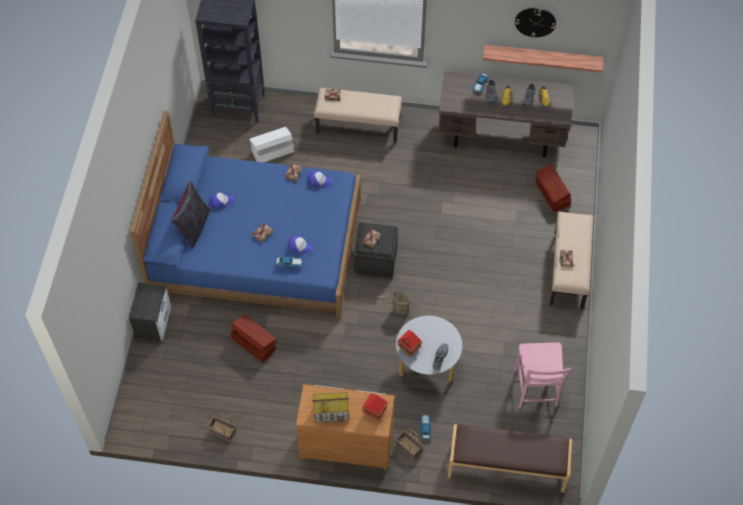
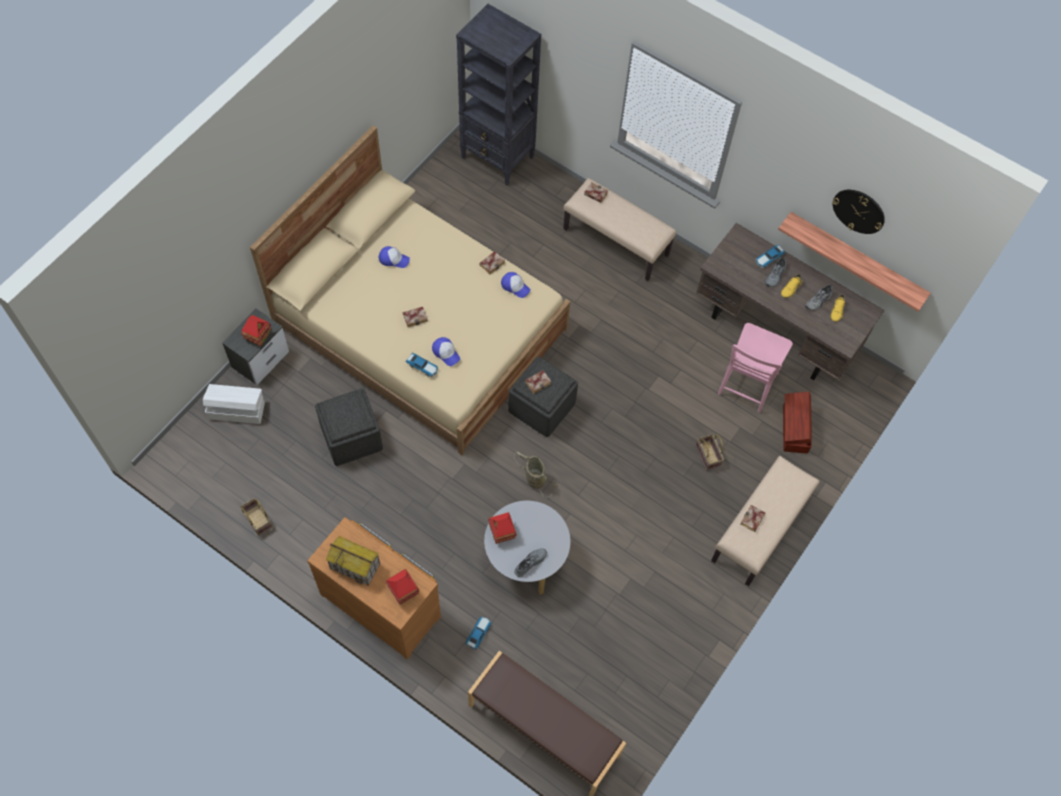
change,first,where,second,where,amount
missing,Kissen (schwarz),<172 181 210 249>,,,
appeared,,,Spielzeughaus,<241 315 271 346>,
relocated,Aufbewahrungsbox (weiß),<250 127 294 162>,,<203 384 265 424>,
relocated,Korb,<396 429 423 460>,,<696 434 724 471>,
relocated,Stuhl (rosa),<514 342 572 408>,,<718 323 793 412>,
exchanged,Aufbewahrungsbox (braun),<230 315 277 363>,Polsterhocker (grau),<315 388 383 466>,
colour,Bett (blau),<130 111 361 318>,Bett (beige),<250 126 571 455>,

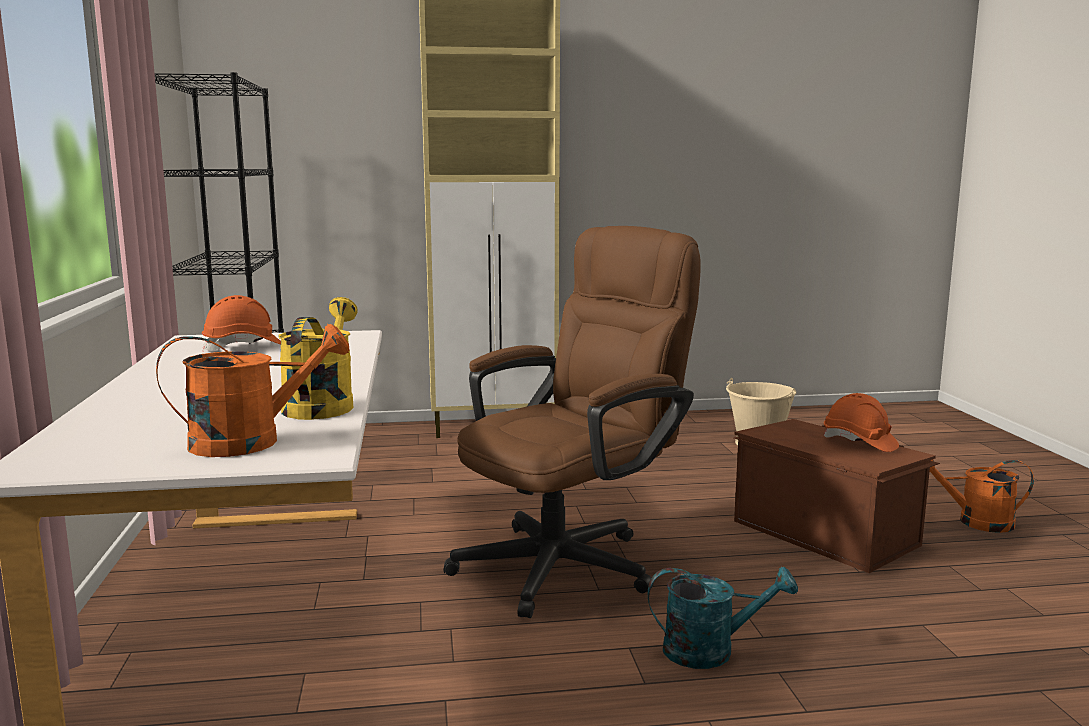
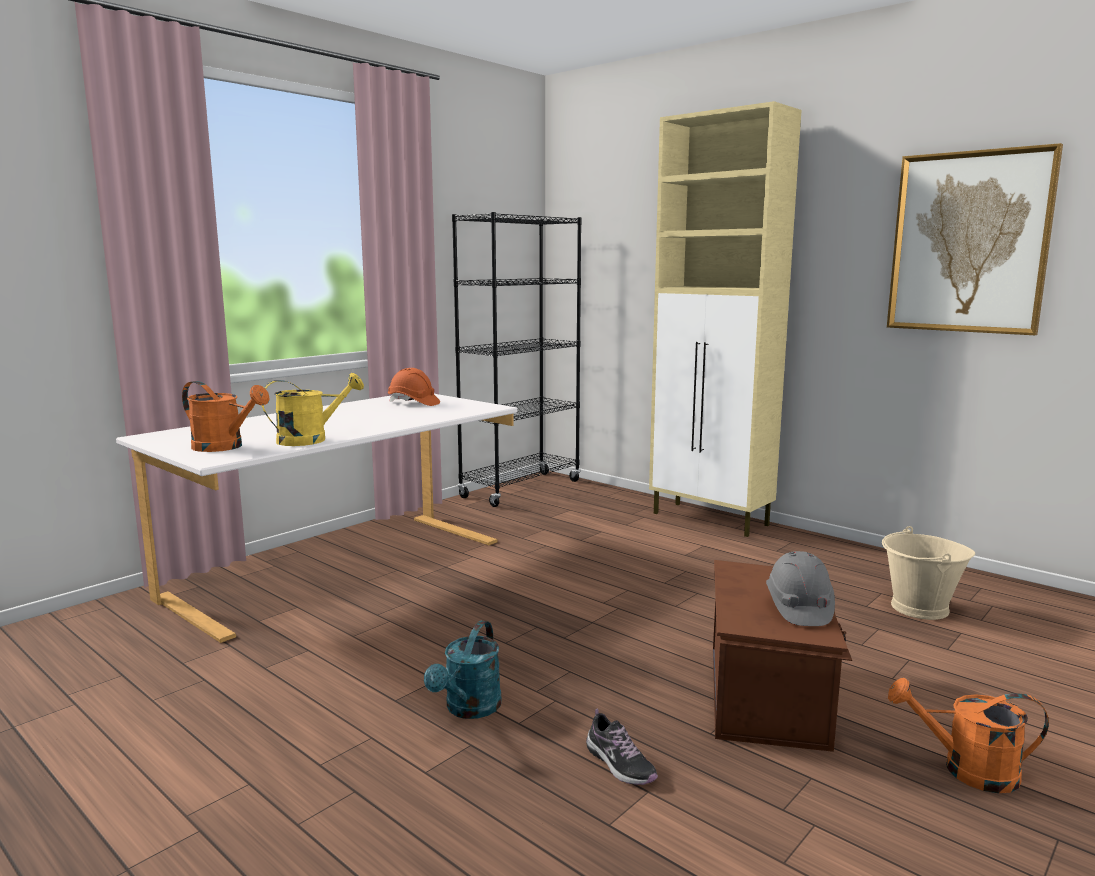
change,first,where,second,where,amount
missing,Bürostuhl (braun),<444 226 701 618>,,,
appeared,,,Schuh,<586 708 658 785>,
appeared,,,Bild,<887 143 1063 335>,
colour,Schutzhelm (orange),<823 393 899 452>,Schutzhelm (grau),<766 551 835 626>,
spun,Gießkanne (türkis),<648 566 798 669>,,<424 621 501 719>,60 degrees clockwise
spun,Gießkanne (orange),<929 459 1034 533>,,<888 678 1049 793>,45 degrees counterclockwise

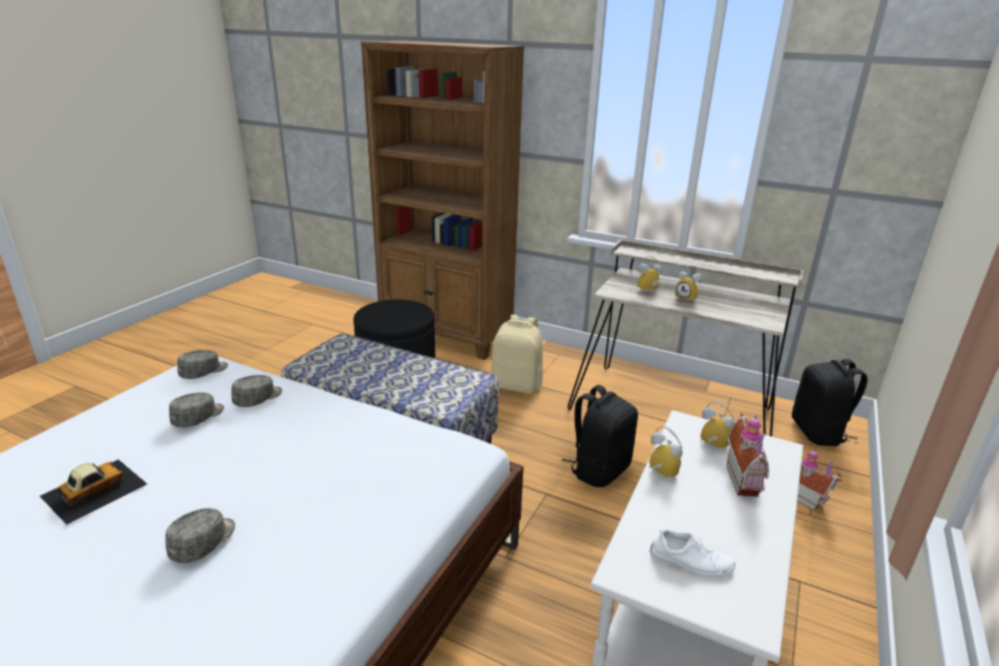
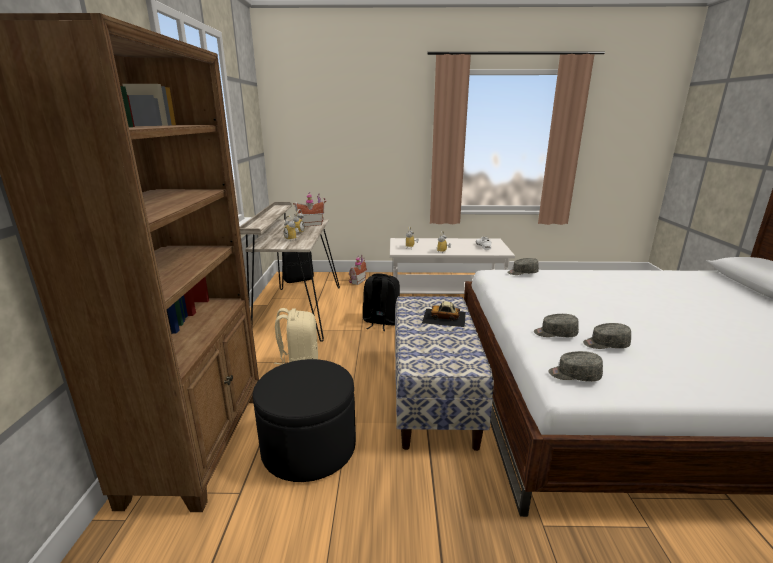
change,first,where,second,where,amount
relocated,Spielzeugauto,<40 459 147 525>,,<422 301 466 327>,
relocated,Kappe (grau),<165 508 235 563>,,<507 258 539 275>,
relocated,Spielzeughaus,<726 413 769 497>,,<293 193 326 227>,

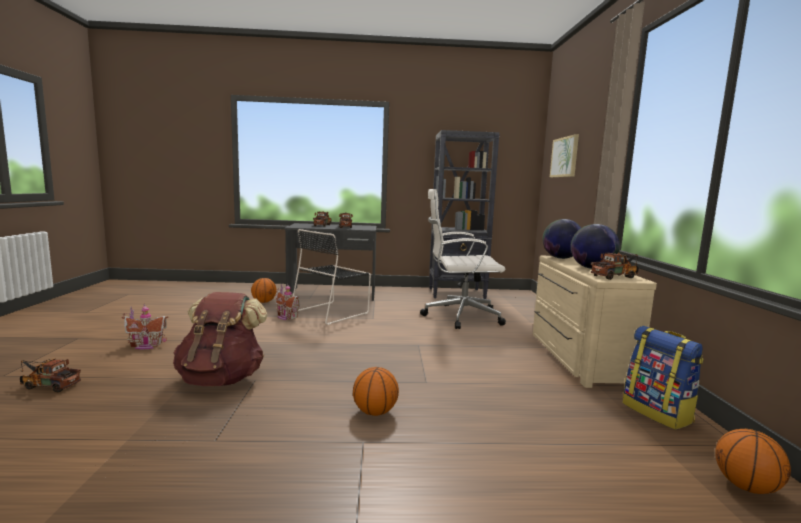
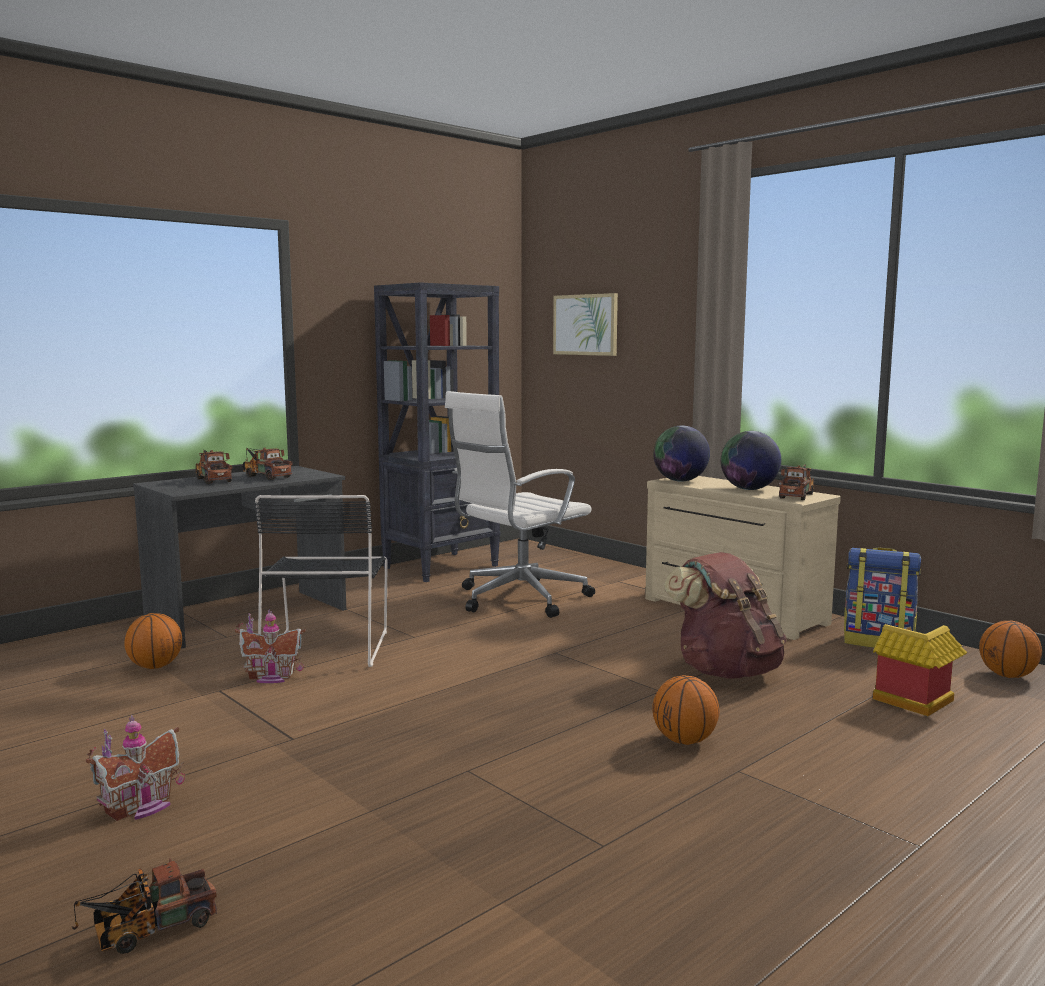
change,first,where,second,where,amount
appeared,,,Spielzeughaus,<873 624 967 716>,
relocated,Rucksack (braun),<173 292 268 386>,,<664 552 787 679>,

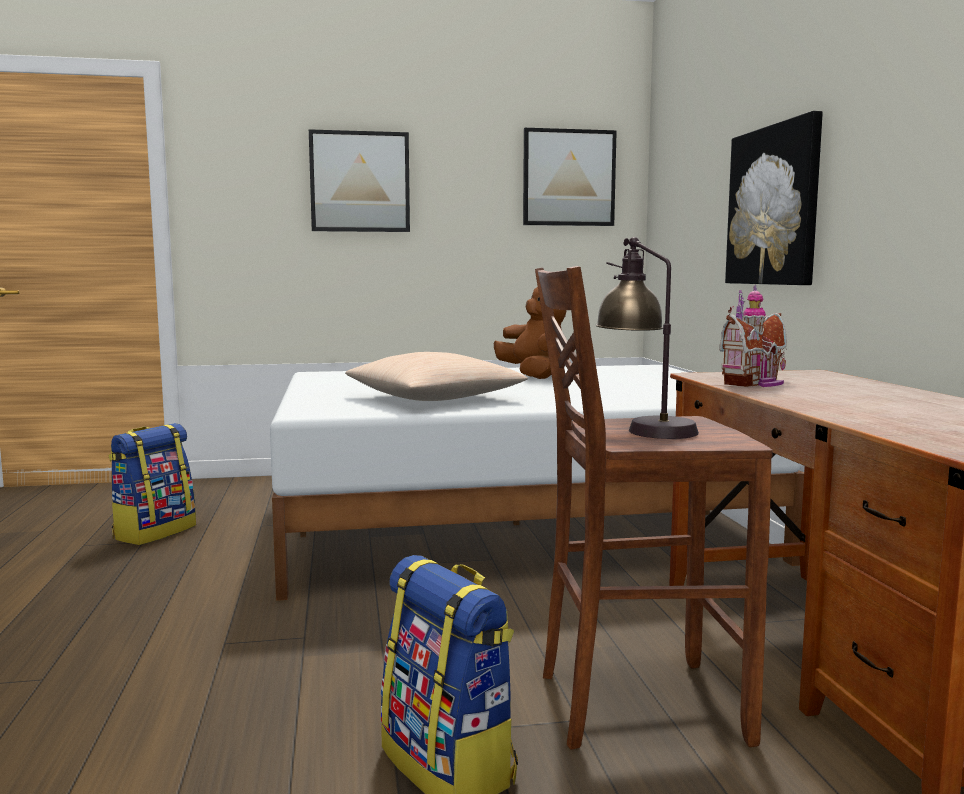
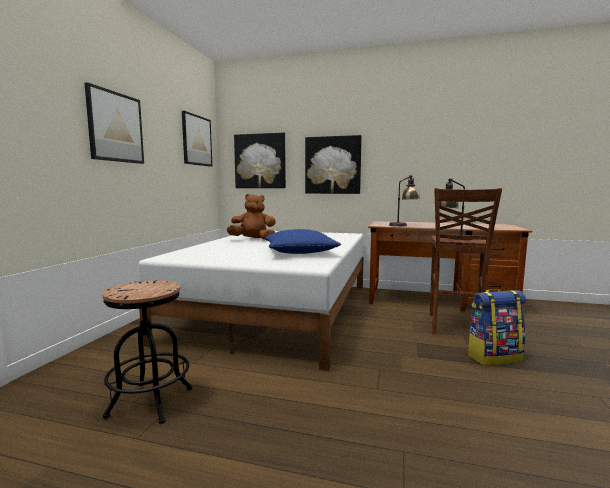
change,first,where,second,where,amount
appeared,,,Bild,<234 133 286 188>,
exchanged,Rucksack,<108 423 196 545>,Hocker (schwarz),<102 280 192 424>,
exchanged,Spielzeughaus,<720 284 787 387>,Tischlampe,<389 175 420 227>,
colour,Kissen (beige),<345 352 528 401>,Kissen (blau),<265 229 341 254>,

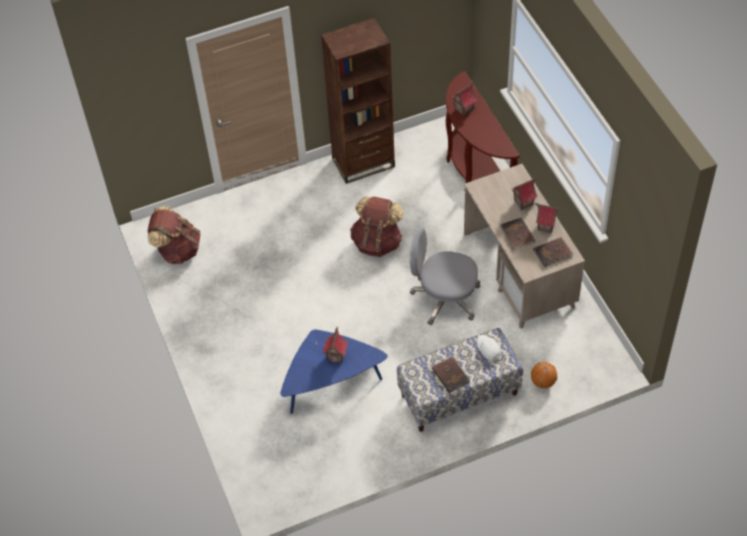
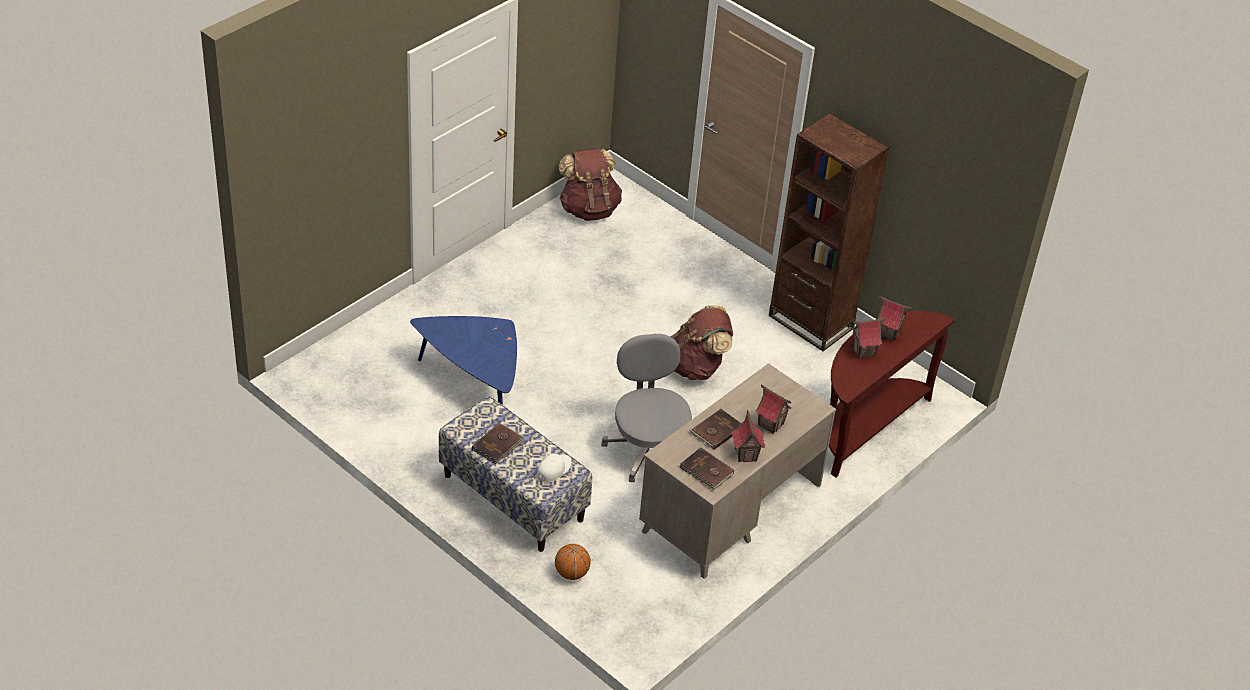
change,first,where,second,where,amount
relocated,Spielzeughaus,<323 327 348 363>,,<851 318 887 359>,

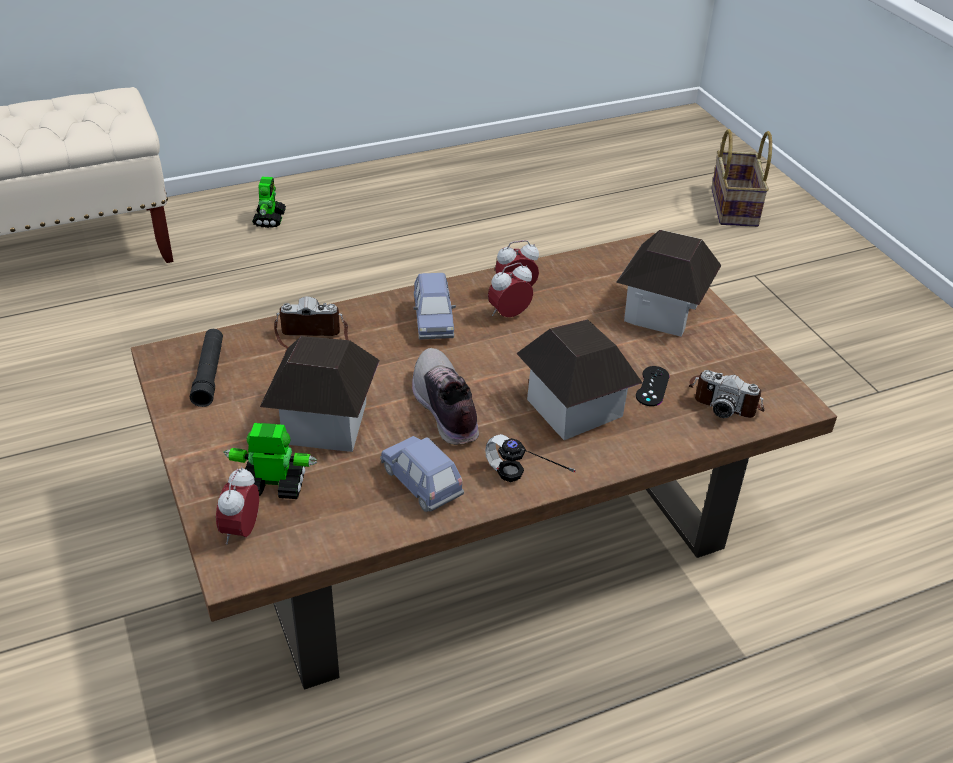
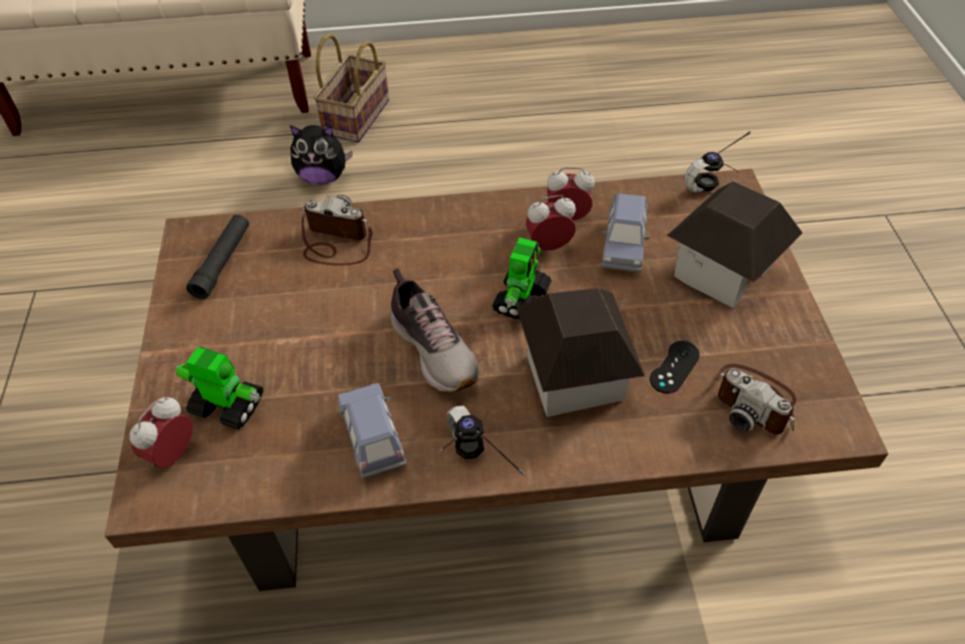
change,first,where,second,where,amount
missing,Spielzeughaus,<260 336 380 452>,,,
appeared,,,Plüschtier,<290 125 353 185>,
appeared,,,Kopfhörer,<685 131 751 193>,
relocated,Spielzeugroboter,<252 177 286 228>,,<492 238 552 319>,
relocated,Spielzeugauto (blau),<413 273 456 340>,,<602 193 649 273>,
relocated,Korb,<711 129 772 227>,,<314 34 389 143>,
spun,Schuh,<412 348 479 445>,,<391 268 479 392>,150 degrees clockwise

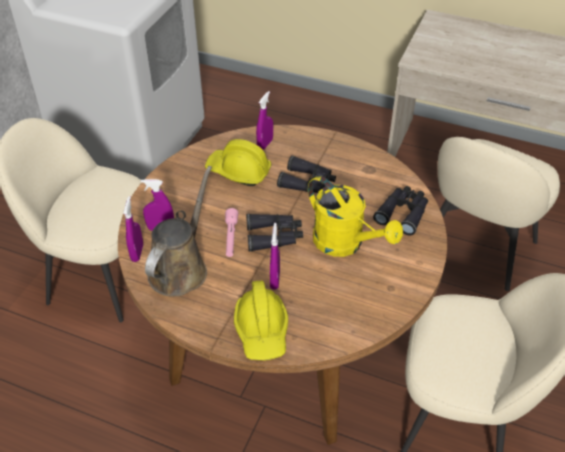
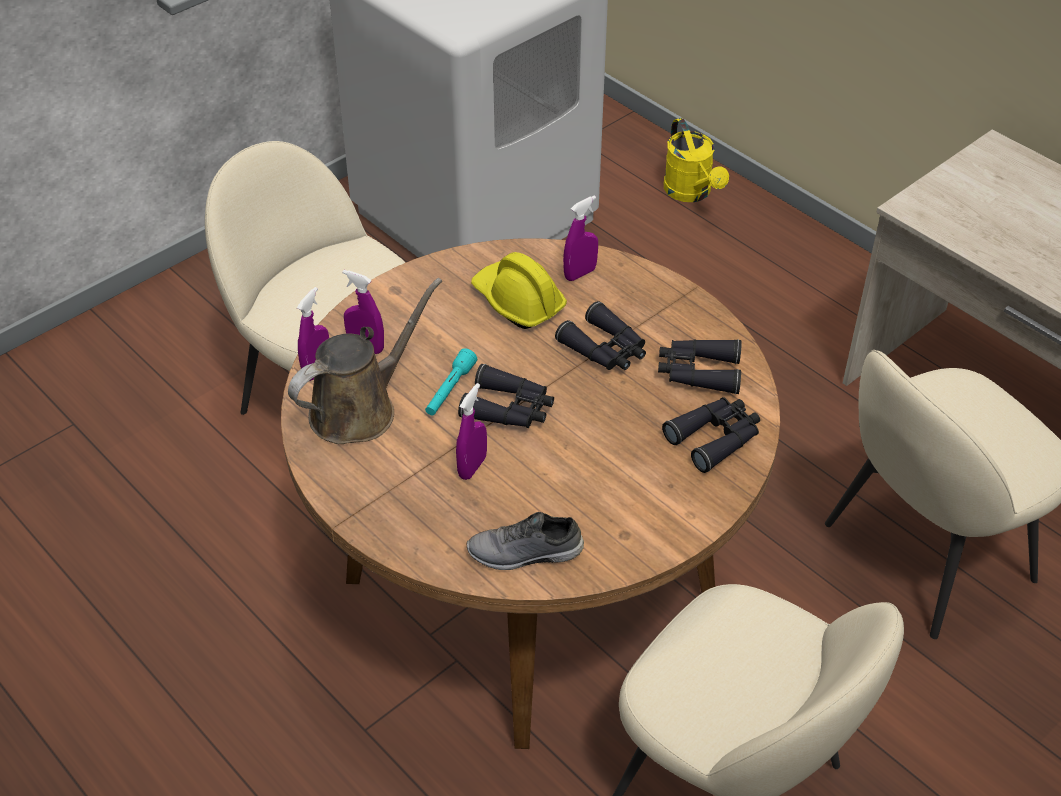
change,first,where,second,where,amount
missing,Schutzhelm (gelb),<234 281 288 361>,,,
appeared,,,Schuh (grau),<467 512 584 570>,
appeared,,,Fernglas (schwarz),<658 339 742 394>,
relocated,Gießkanne (gelb),<308 176 403 257>,,<664 118 729 202>,
colour,Taschenlampe (rosa),<225 208 238 257>,Taschenlampe (türkis),<425 348 477 416>,

